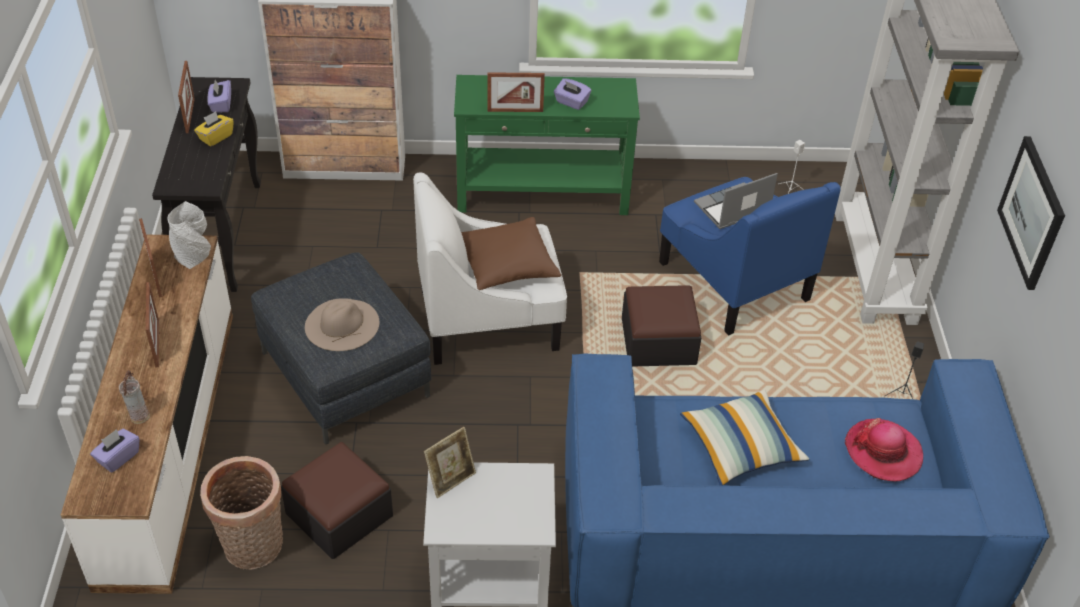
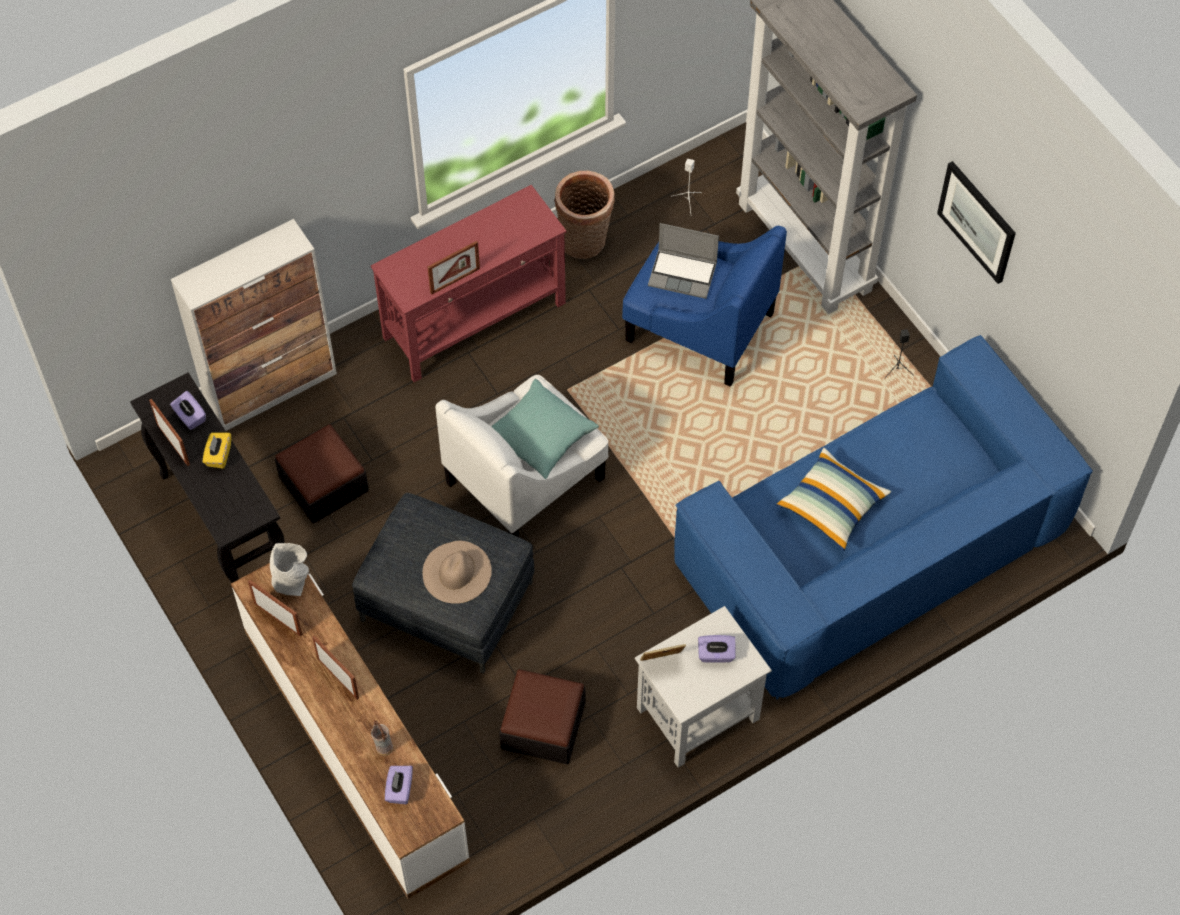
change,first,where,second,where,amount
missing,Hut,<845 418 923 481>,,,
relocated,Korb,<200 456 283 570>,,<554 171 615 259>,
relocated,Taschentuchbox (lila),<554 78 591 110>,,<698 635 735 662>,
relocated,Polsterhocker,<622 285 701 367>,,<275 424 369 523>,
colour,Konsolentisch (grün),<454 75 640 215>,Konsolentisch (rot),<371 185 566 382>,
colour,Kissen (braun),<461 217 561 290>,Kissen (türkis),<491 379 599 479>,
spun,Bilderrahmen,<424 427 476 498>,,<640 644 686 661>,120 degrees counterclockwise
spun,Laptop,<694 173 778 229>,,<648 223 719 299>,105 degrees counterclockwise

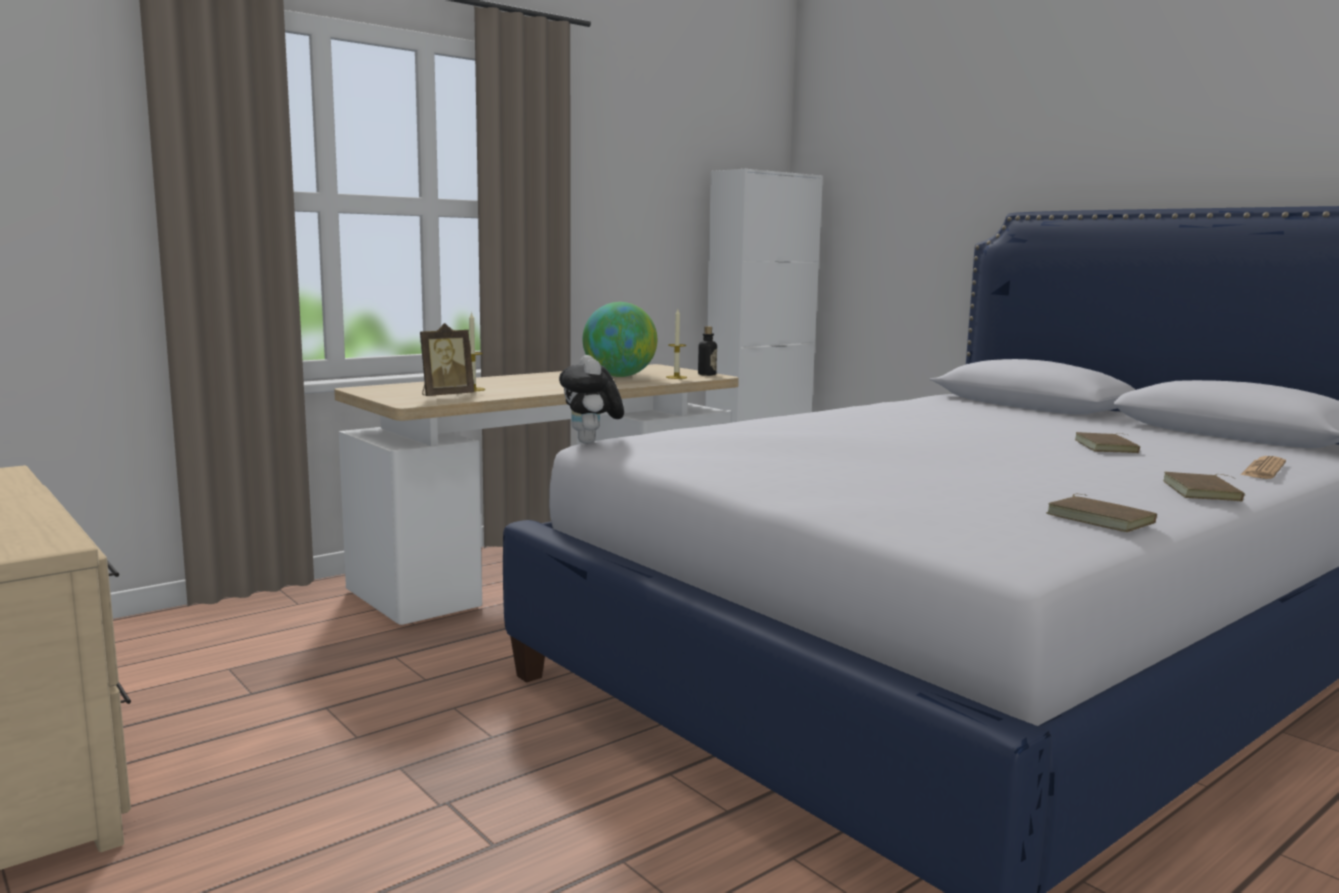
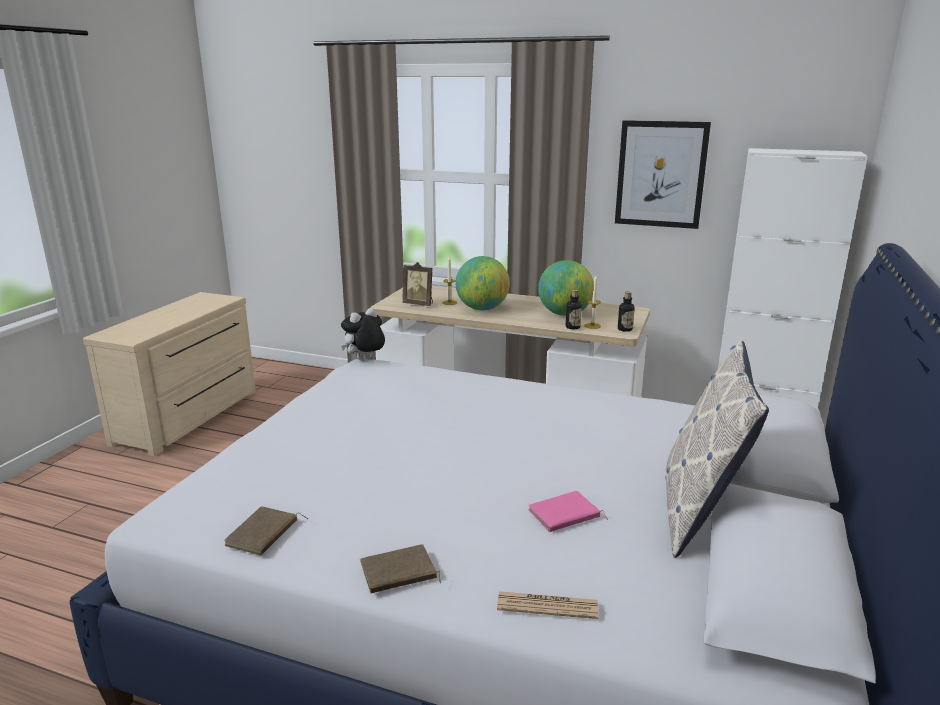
change,first,where,second,where,amount
appeared,,,Globus,<456 256 510 310>,
appeared,,,Flasche,<566 290 582 329>,
appeared,,,Bild,<615 120 711 229>,
appeared,,,Kissen,<665 341 769 558>,
colour,Buch (braun),<1075 432 1140 453>,Buch (rosa),<529 491 608 532>,

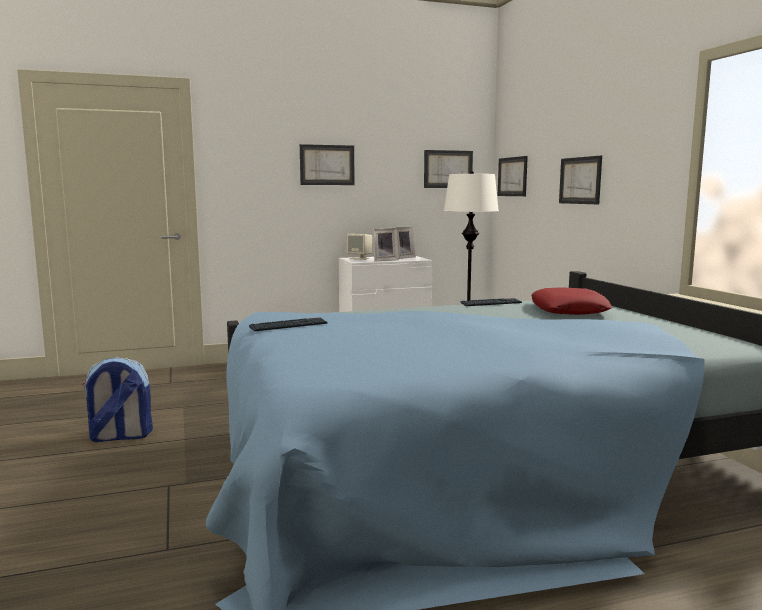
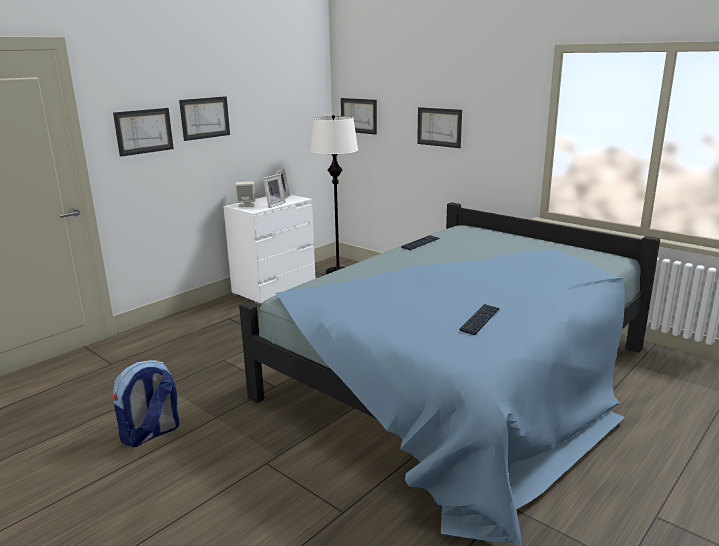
change,first,where,second,where,amount
missing,Kissen (rot),<531 287 612 315>,,,
relocated,Tastatur,<249 317 328 331>,,<459 304 500 335>,
relocated,Bild,<424 150 473 188>,,<113 108 174 157>,

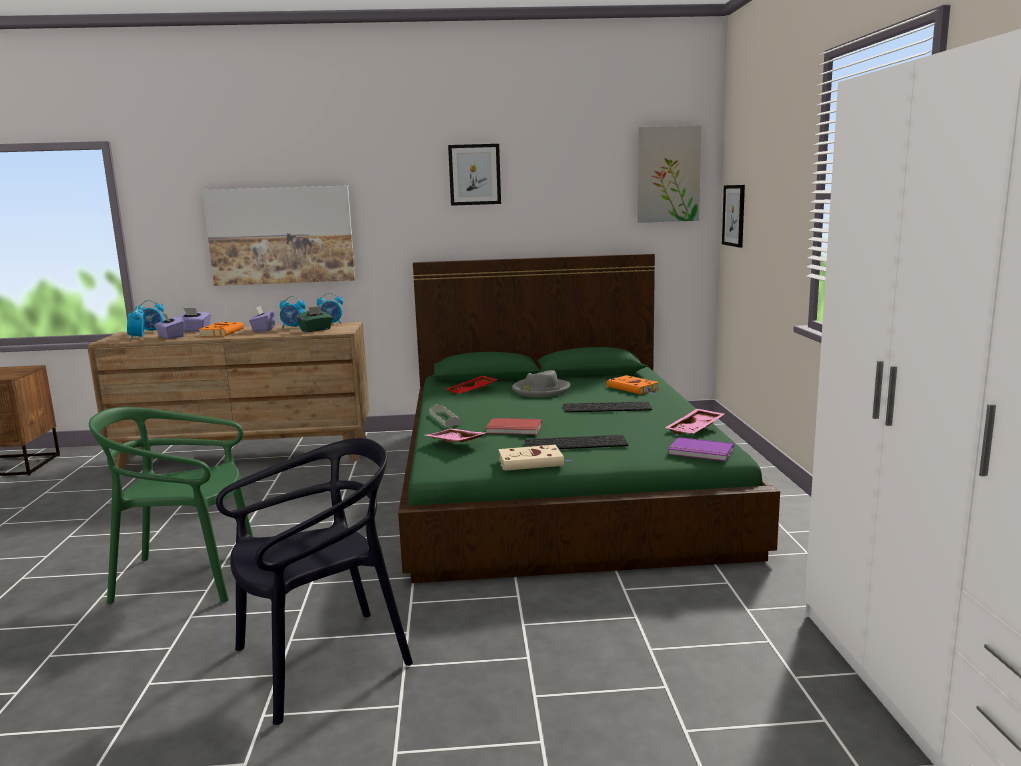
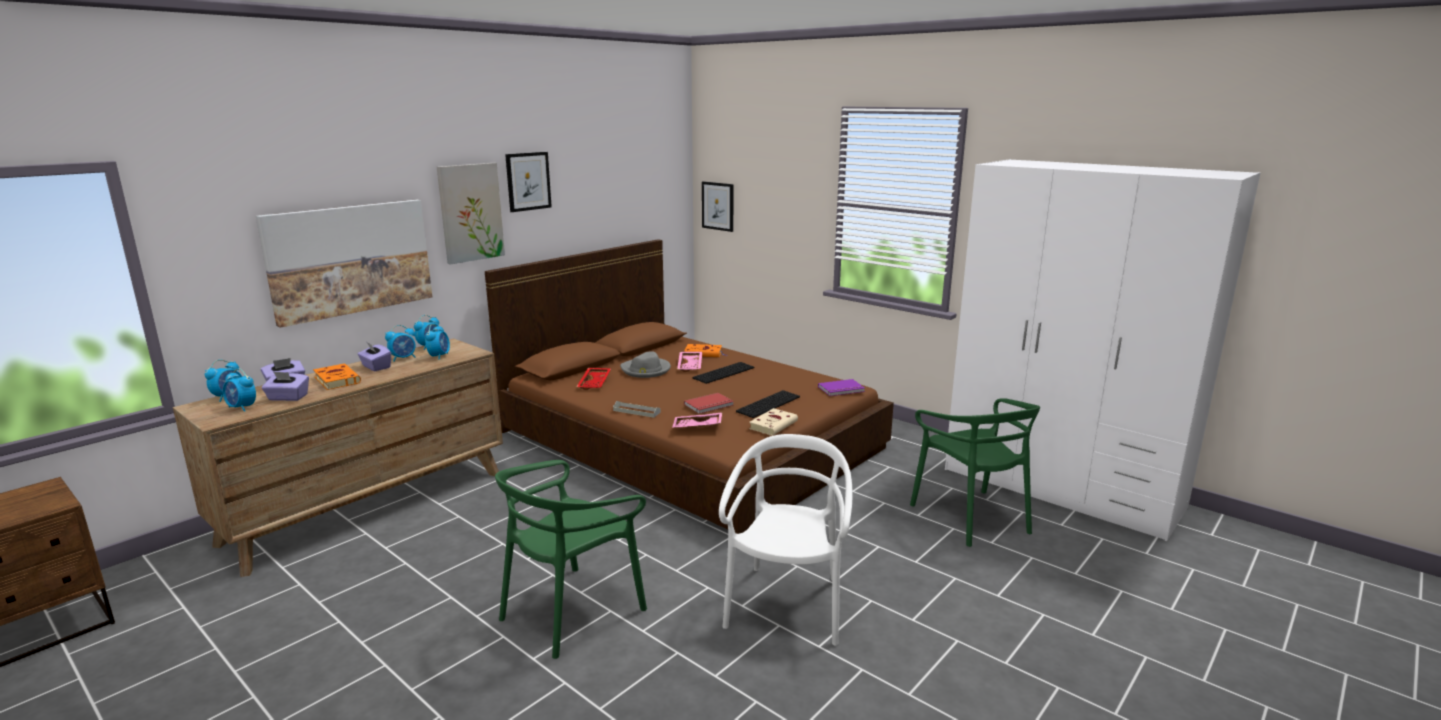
change,first,where,second,where,amount
appeared,,,Stuhl (grün),<910 398 1040 547>,
relocated,Bild,<638 125 701 223>,,<437 163 505 265>,
relocated,Tablett (rosa),<665 409 724 434>,,<677 352 702 372>,
exchanged,Taschentuchbox (grün),<296 306 333 332>,Wecker,<425 324 450 360>,
colour,Stuhl (schwarz),<216 438 413 725>,Stuhl (weiß),<719 434 852 646>,
colour,Bett (grün),<398 253 780 583>,Bett (braun),<485 239 894 534>,

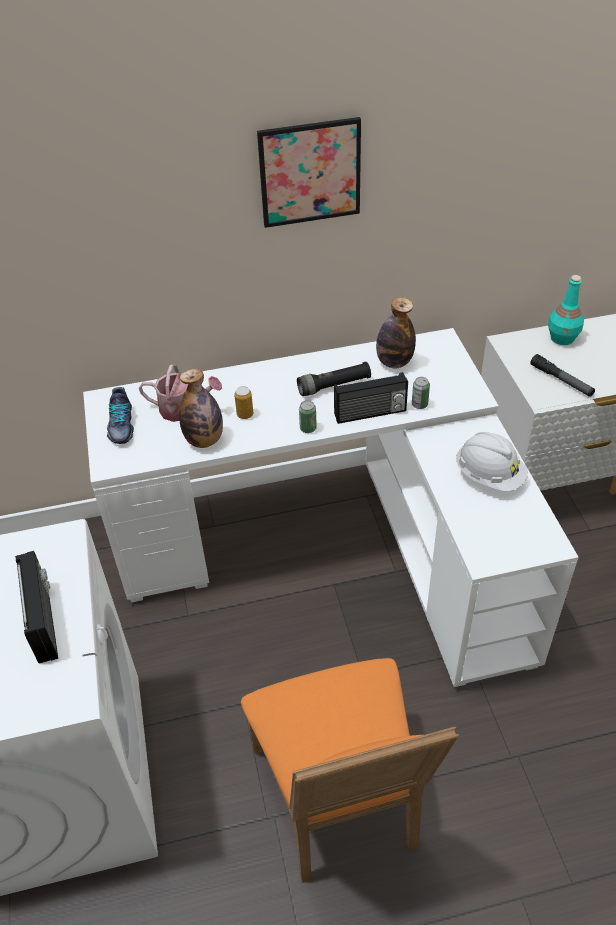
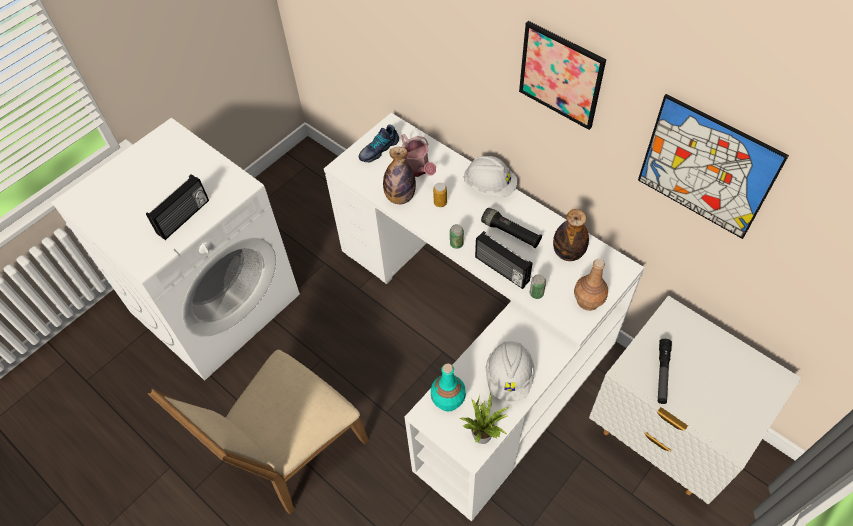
change,first,where,second,where,amount
appeared,,,Topfpflanze,<459 393 509 444>,
appeared,,,Schutzhelm (weiß),<463 156 517 197>,
appeared,,,Flasche (braun),<574 259 608 311>,
appeared,,,Bild,<638 94 789 239>,
relocated,Flasche (türkis),<548 275 584 345>,,<431 363 466 411>,
colour,Stuhl (orange),<241 658 459 883>,Stuhl (beige),<148 350 369 515>,

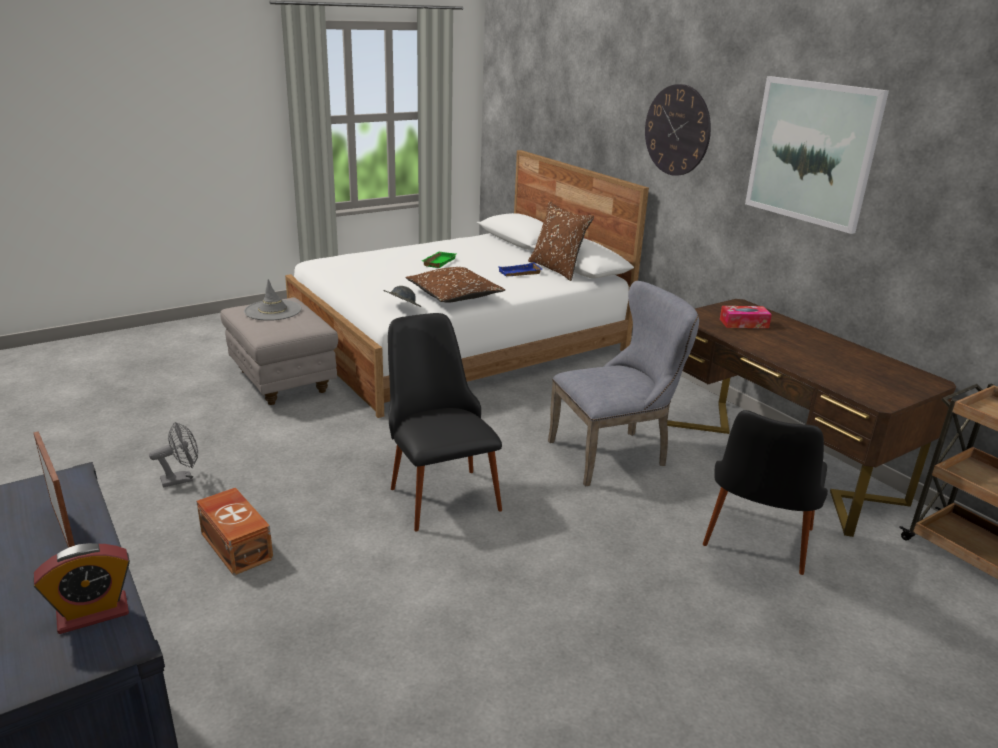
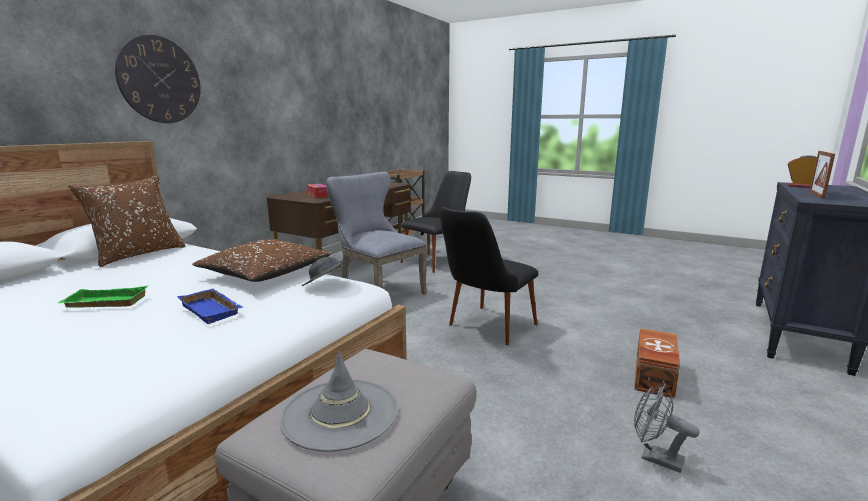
change,first,where,second,where,amount
missing,Bild,<745 76 889 234>,,,
relocated,Tablett (blau),<499 262 542 276>,,<177 289 243 324>,
spun,Stuhl (schwarz),<703 410 828 575>,,<400 171 471 273>,45 degrees counterclockwise

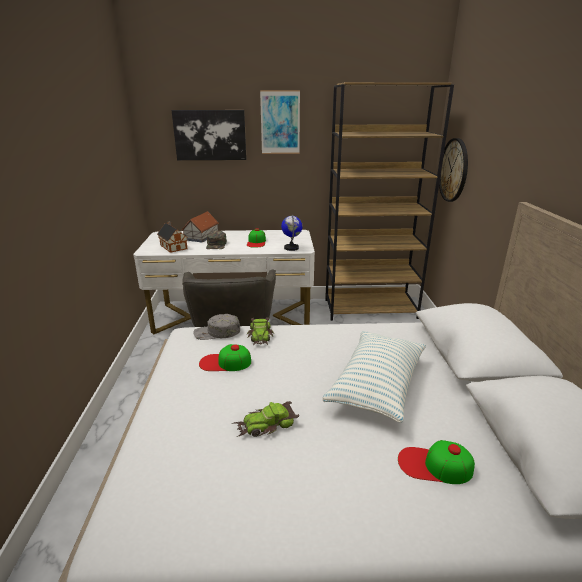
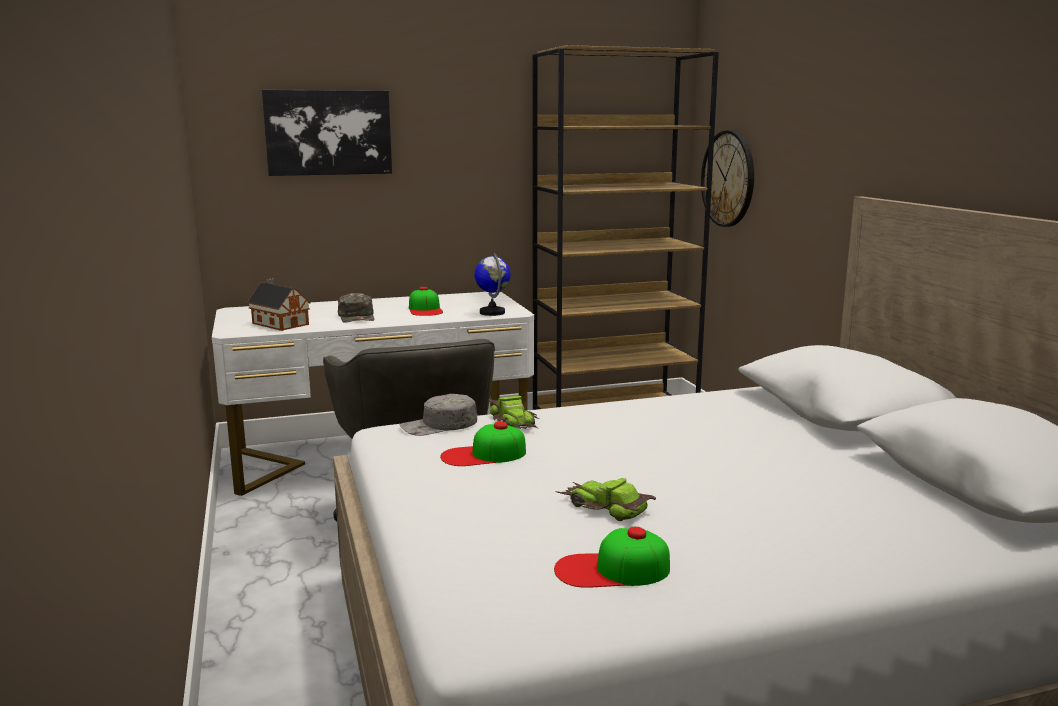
change,first,where,second,where,amount
missing,Spielzeughaus,<182 211 219 243>,,,
missing,Bild,<260 90 300 154>,,,
missing,Kissen,<323 331 426 422>,,,
relocated,Kappe,<398 440 475 484>,,<554 527 670 588>,
spun,Spielzeugauto,<234 401 299 437>,,<555 478 656 521>,75 degrees clockwise

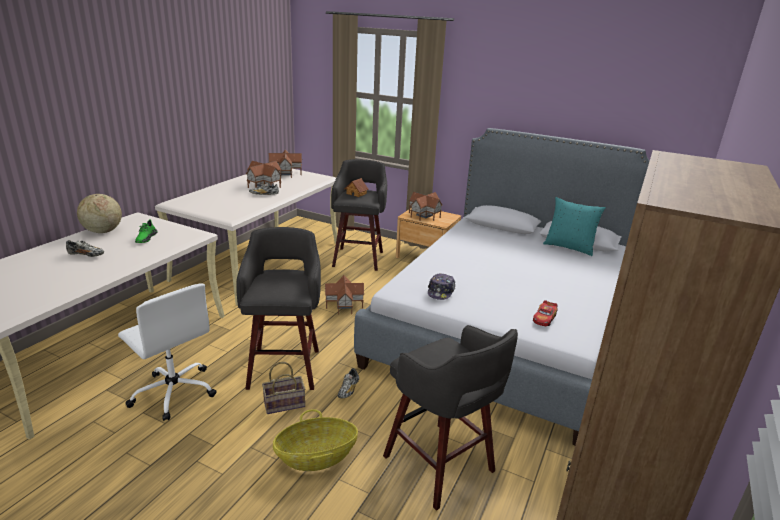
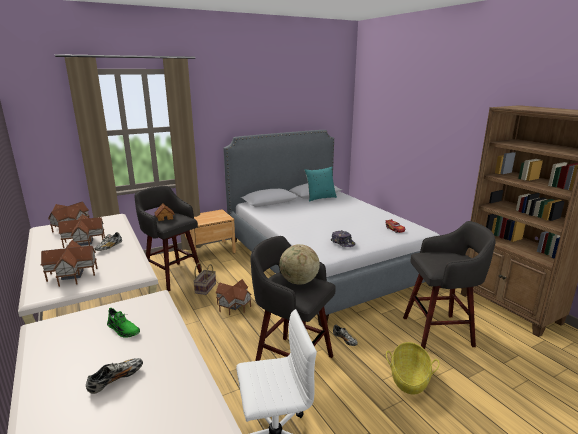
change,first,where,second,where,amount
relocated,Globus,<77 194 122 233>,,<279 244 320 285>,
relocated,Korb,<262 362 305 414>,,<193 263 216 295>,
relocated,Spielzeughaus,<409 192 443 221>,,<40 240 98 287>,

